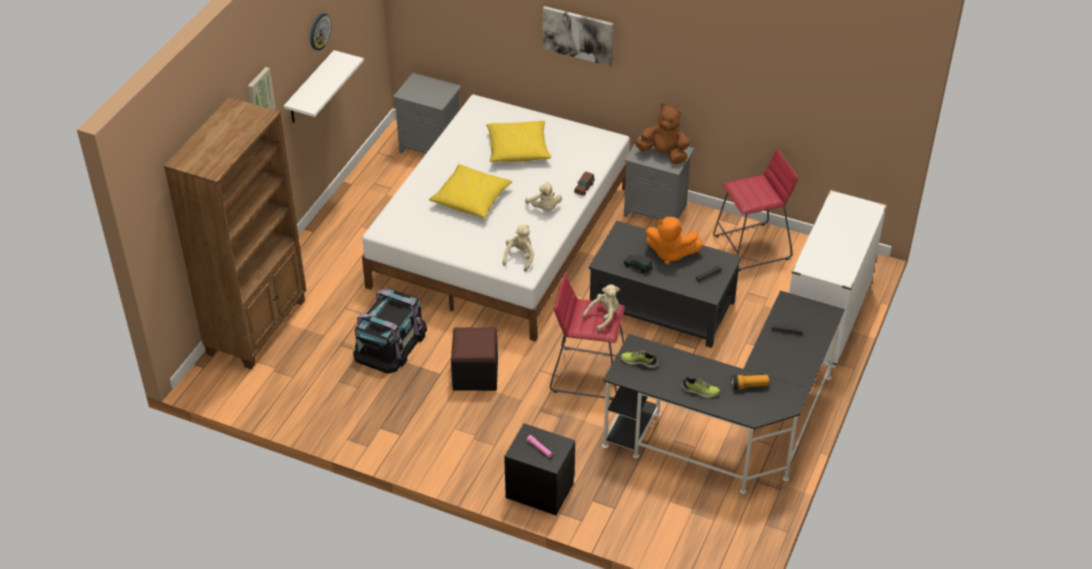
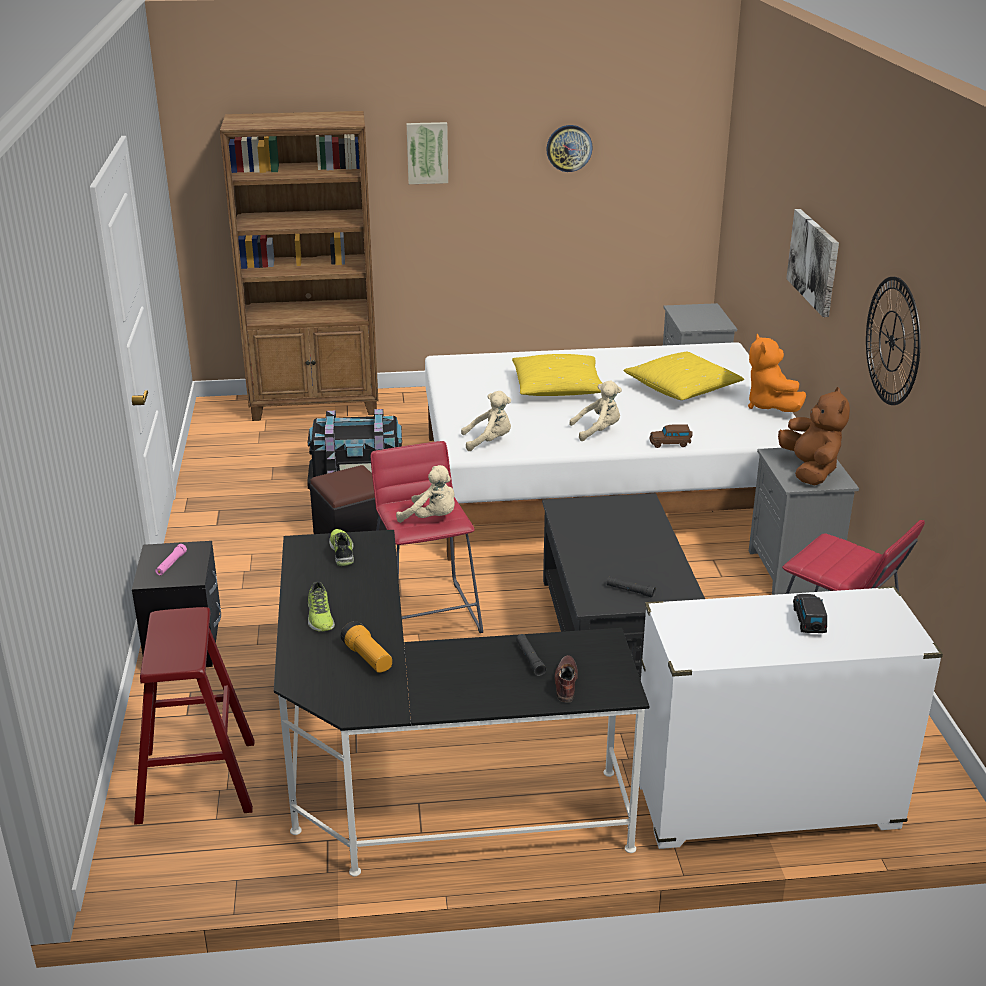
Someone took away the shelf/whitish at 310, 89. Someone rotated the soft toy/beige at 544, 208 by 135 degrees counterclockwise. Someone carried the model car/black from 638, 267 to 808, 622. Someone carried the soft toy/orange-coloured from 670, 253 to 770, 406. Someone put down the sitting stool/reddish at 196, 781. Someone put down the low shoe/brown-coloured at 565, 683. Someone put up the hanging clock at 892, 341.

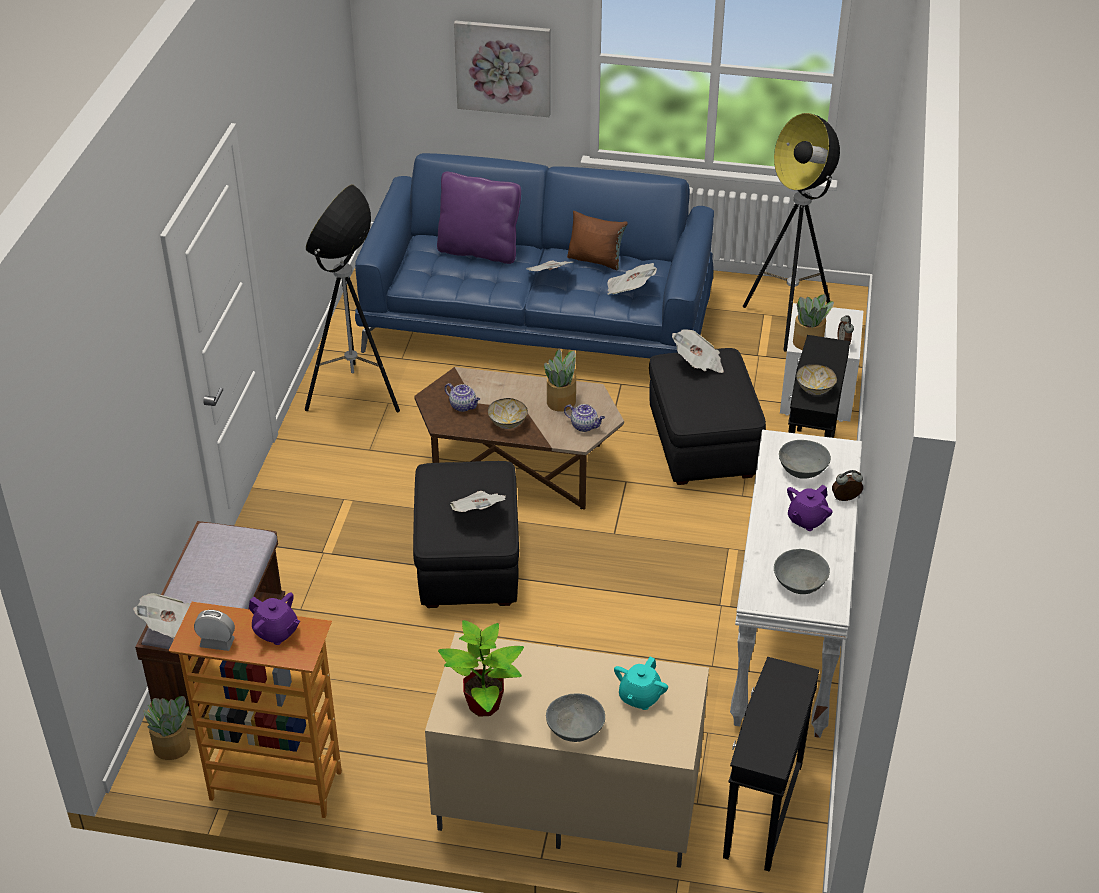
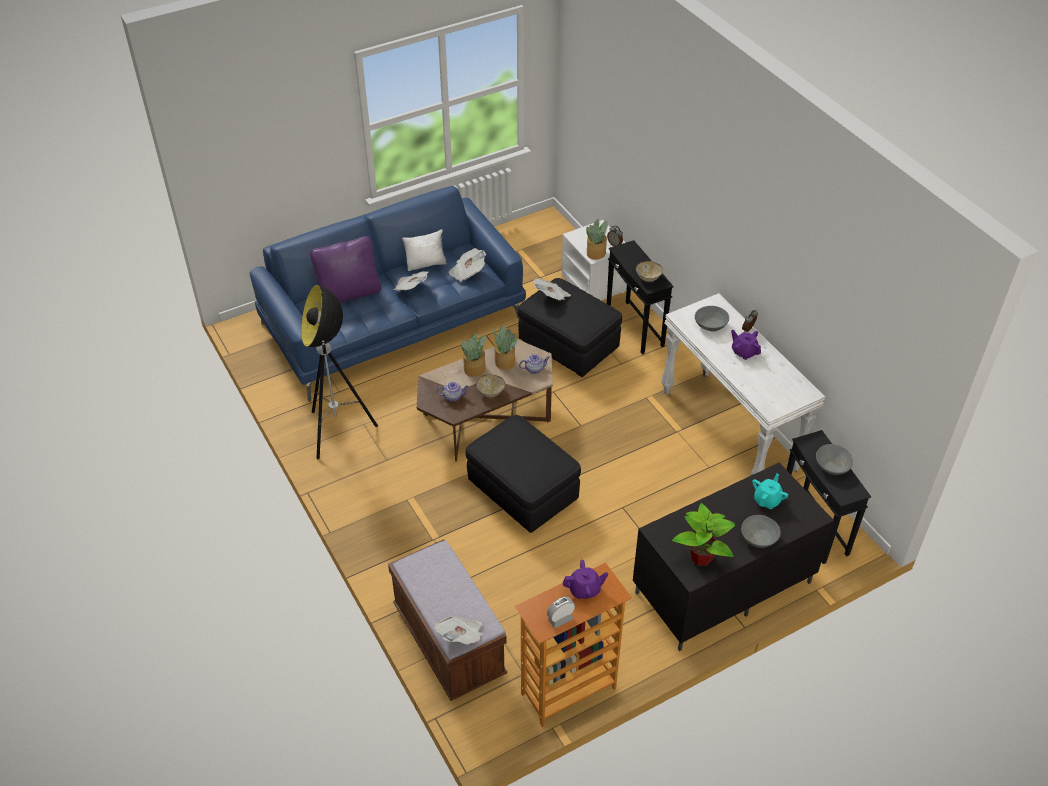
Someone carried the plant in a pot from 172, 747 to 475, 369. Someone repainted the tv stand/beige at 565, 802, which became the tv stand/black at 722, 589. Someone took away the printed paper at 478, 512. Someone took away the picture at 503, 67. Someone repainted the cushion/brown-coloured at 596, 260, which became the cushion/whitish at 426, 264. Someone rotated the pot for tea/turquoise at 639, 697 by 135 degrees counterclockwise. Someone took away the standing lamp at 789, 321. Someone carried the bowl/gray from 799, 582 to 831, 466. Someone rotated the pot for tea/purplish at 806, 520 by 135 degrees clockwise.

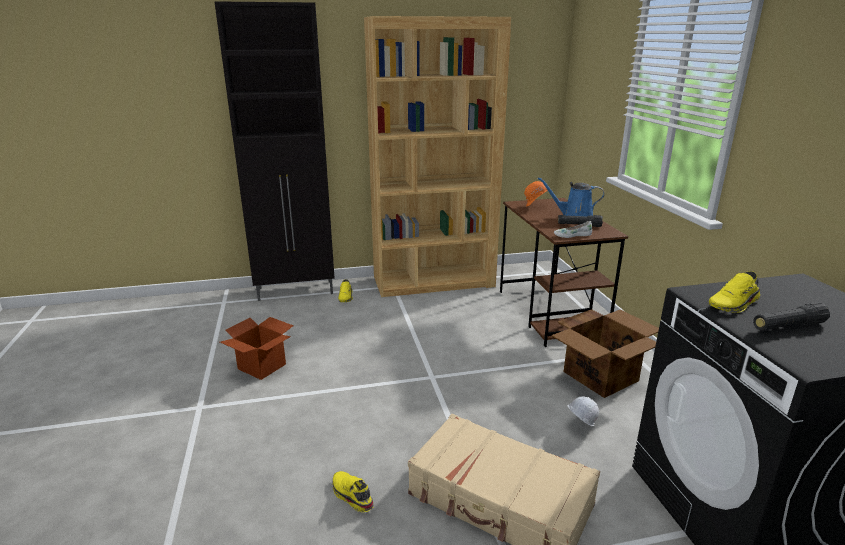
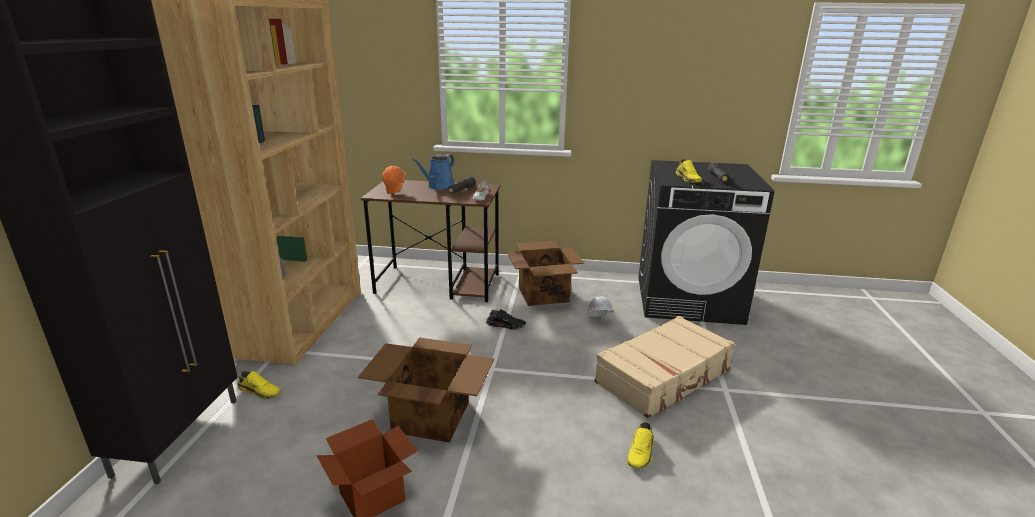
Someone rotated the low shoe/yellowish at 351, 496 by 45 degrees counterclockwise. Someone put down the cardboard box at 430, 416. Someone put down the low shoe/black at 506, 325.

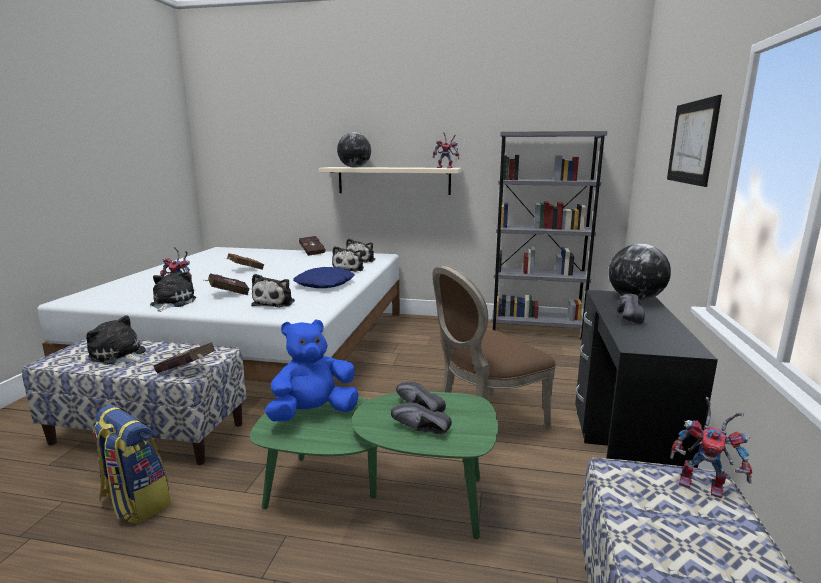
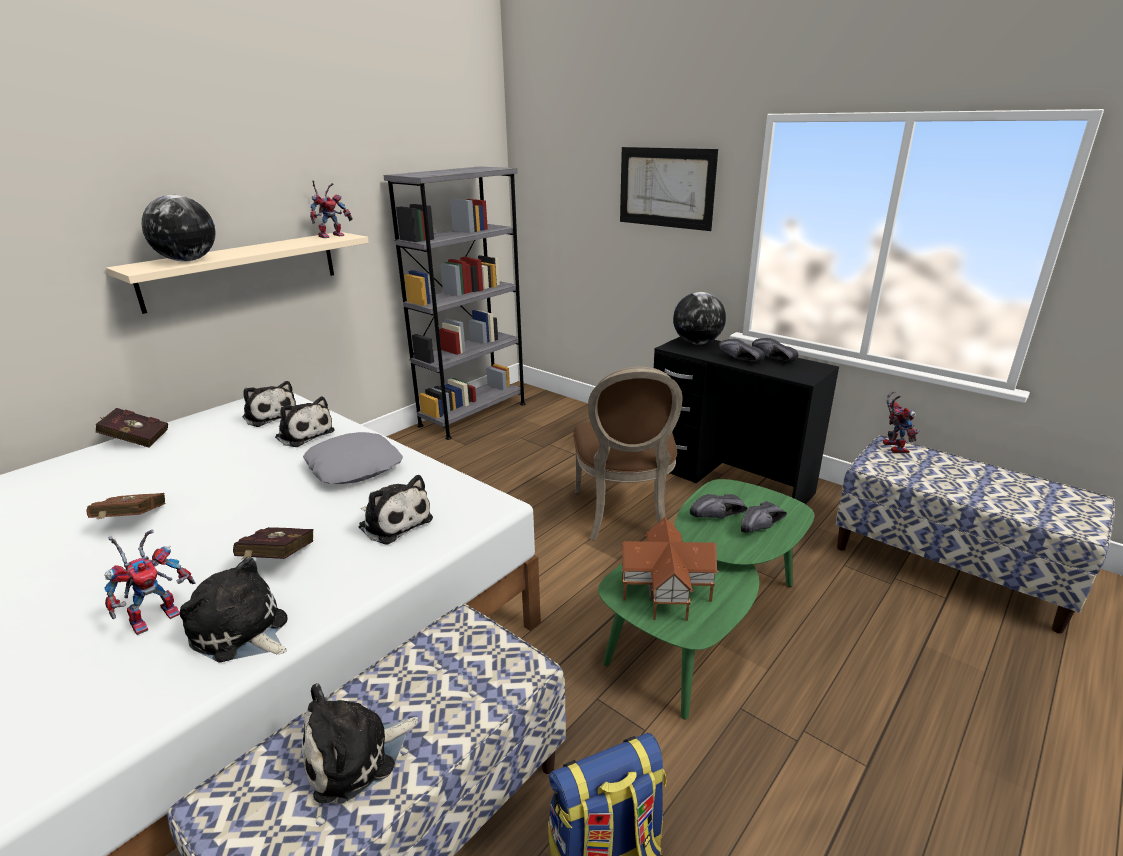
Someone took away the volume/reddish at 188, 371. Someone swapped the soft toy/blue at 313, 413 for the model house at 664, 589. Someone repainted the cushion/blue at 325, 284, which became the cushion/gray at 355, 467. Someone rotated the model robot at 705, 485 by 60 degrees counterclockwise. Someone put down the low shoe/black at 772, 359.

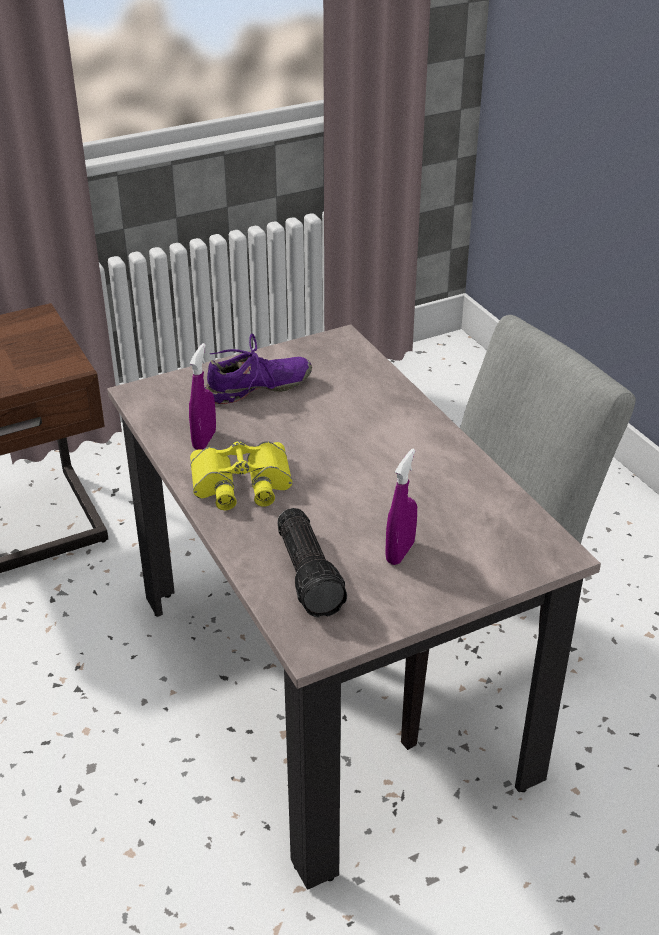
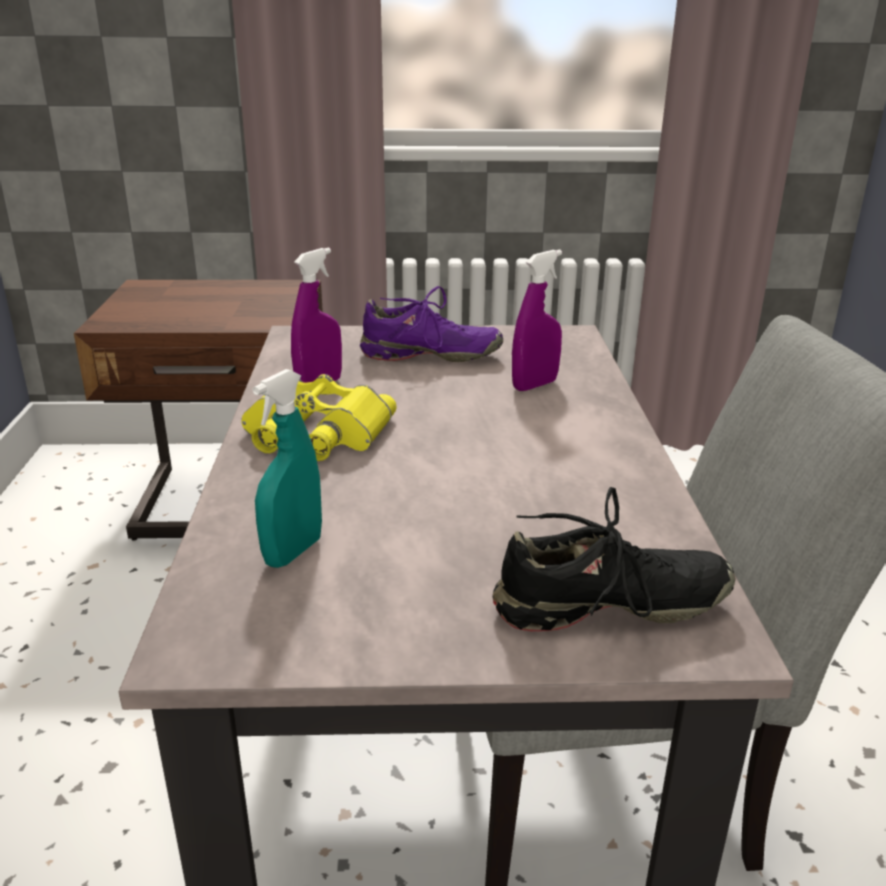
Someone swapped the hand torch at 310, 574 for the hand sprayer/turquoise at 293, 552. Someone carried the hand sprayer/purplish from 400, 552 to 534, 385. Someone put down the low shoe/black at 610, 607.

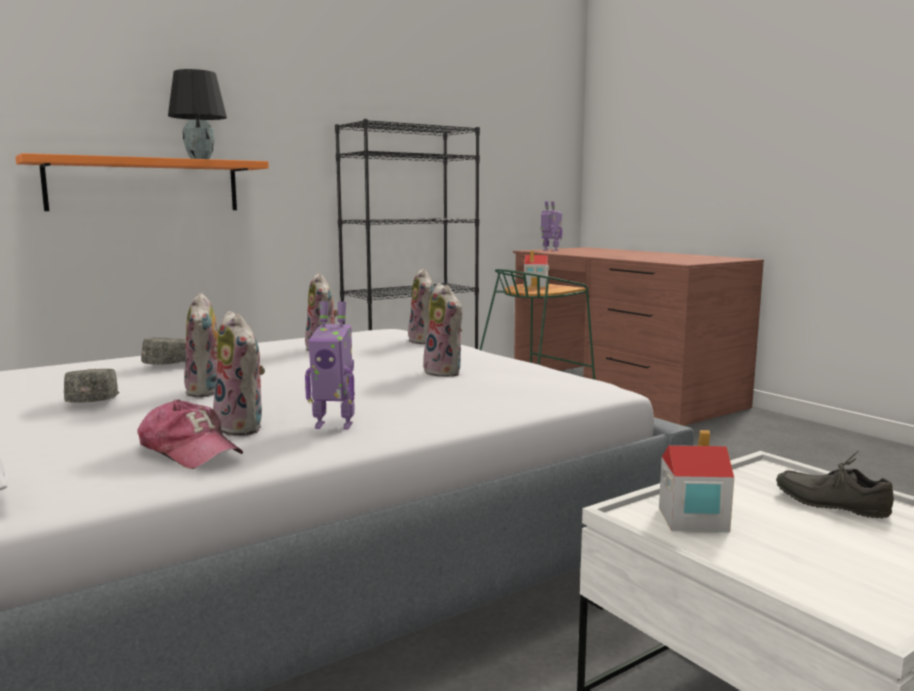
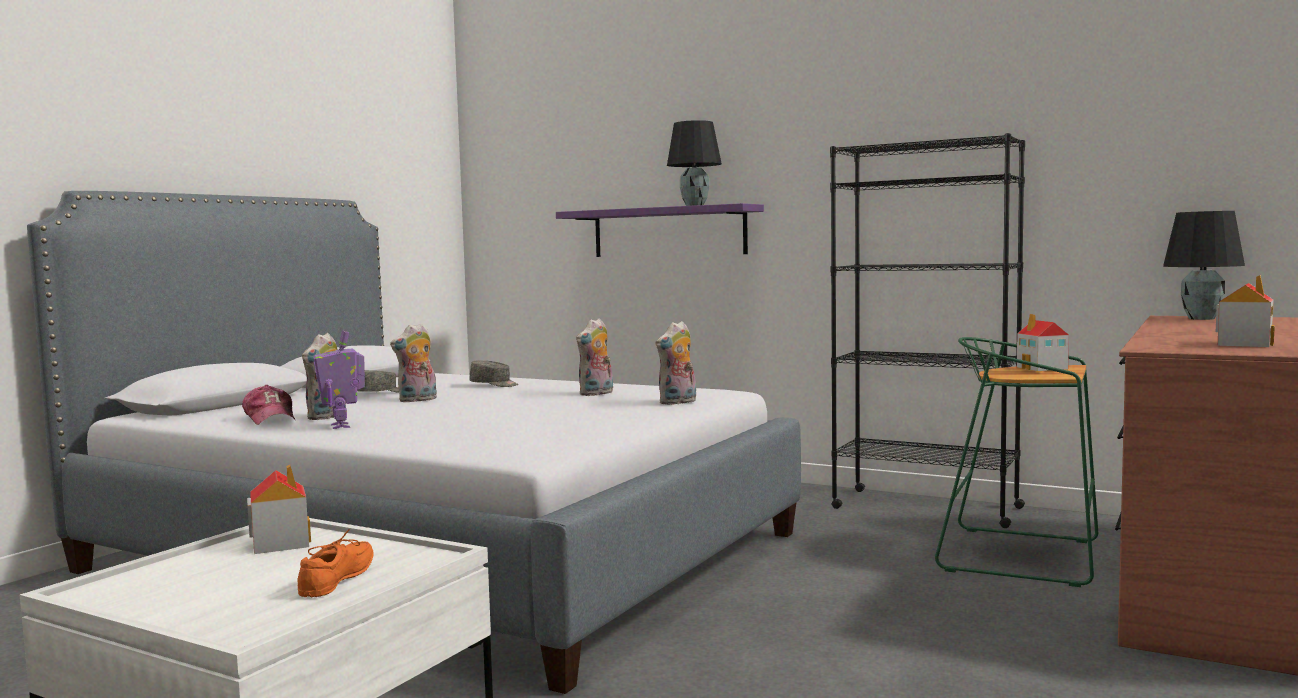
Someone repainted the shelf/orange-coloured at 145, 185, which became the shelf/purplish at 668, 232. Someone rotated the peaked cap at 190, 451 by 45 degrees counterclockwise. Someone took away the soft toy at 446, 373. Someone swapped the model robot at 550, 250 for the table lamp/black at 1200, 318. Someone repainted the low shoe/gray at 831, 502, which became the low shoe/orange-coloured at 341, 580. Someone put down the model house at 1244, 344.

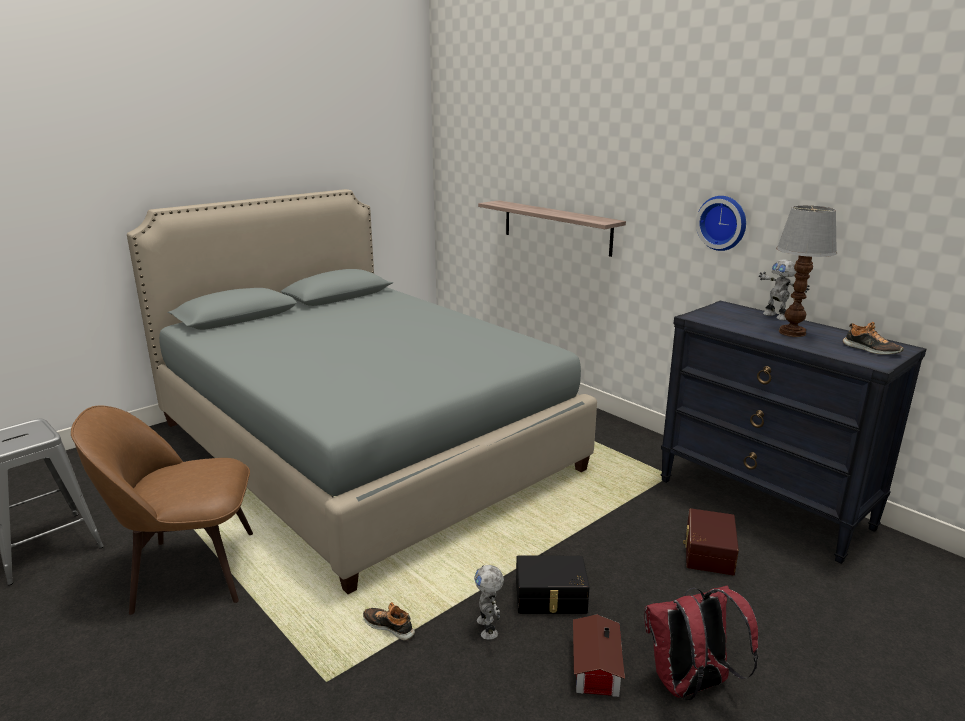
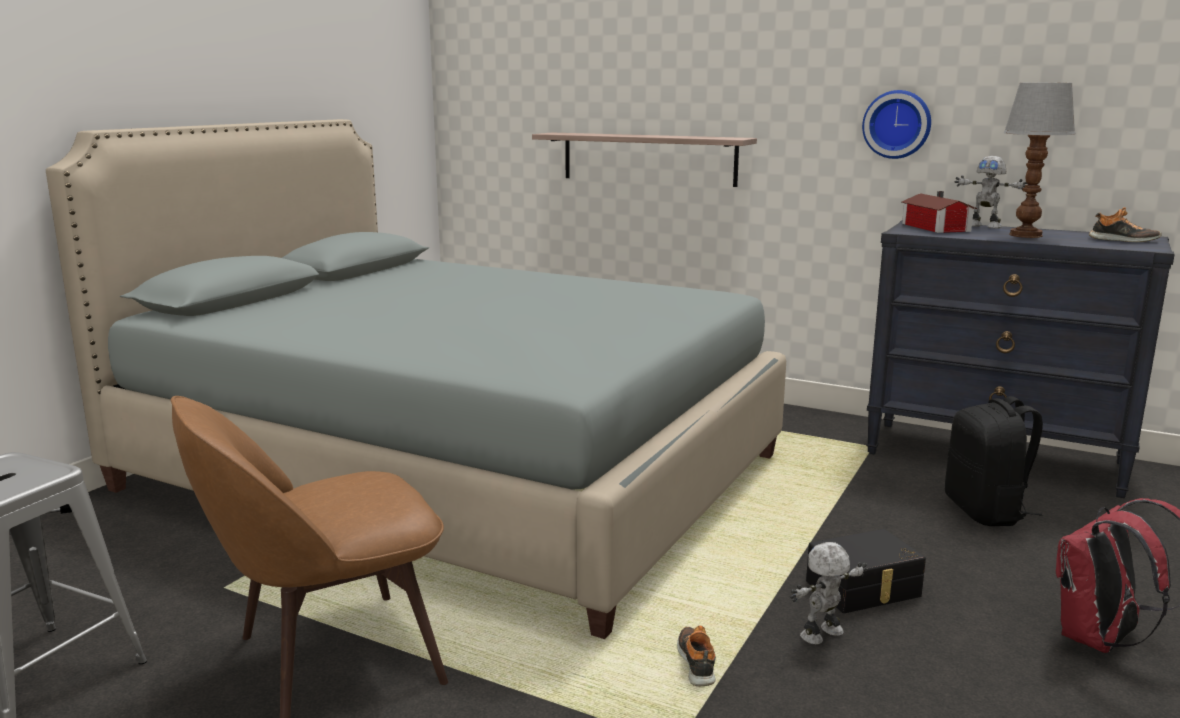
Someone rotated the low shoe at 389, 626 by 75 degrees clockwise. Someone rotated the model robot at 488, 627 by 90 degrees clockwise. Someone carried the model house from 594, 668 to 935, 228. Someone swapped the storage bin/brown-coloured at 707, 552 for the backpack/black at 986, 512.

